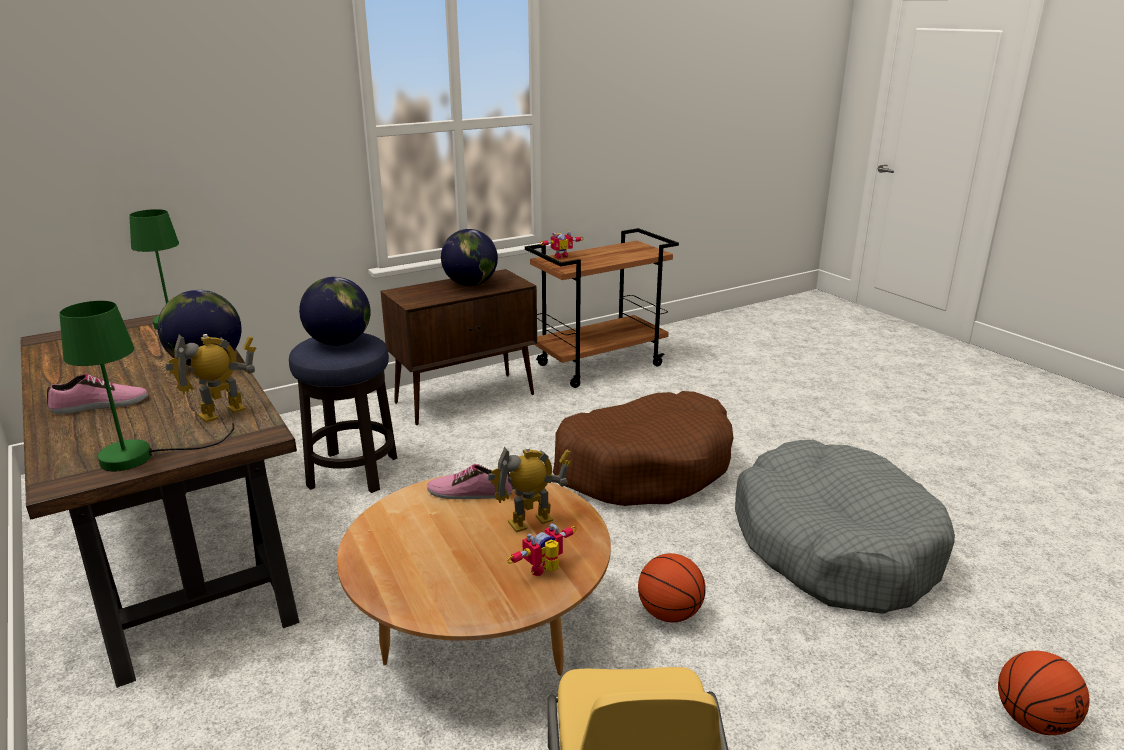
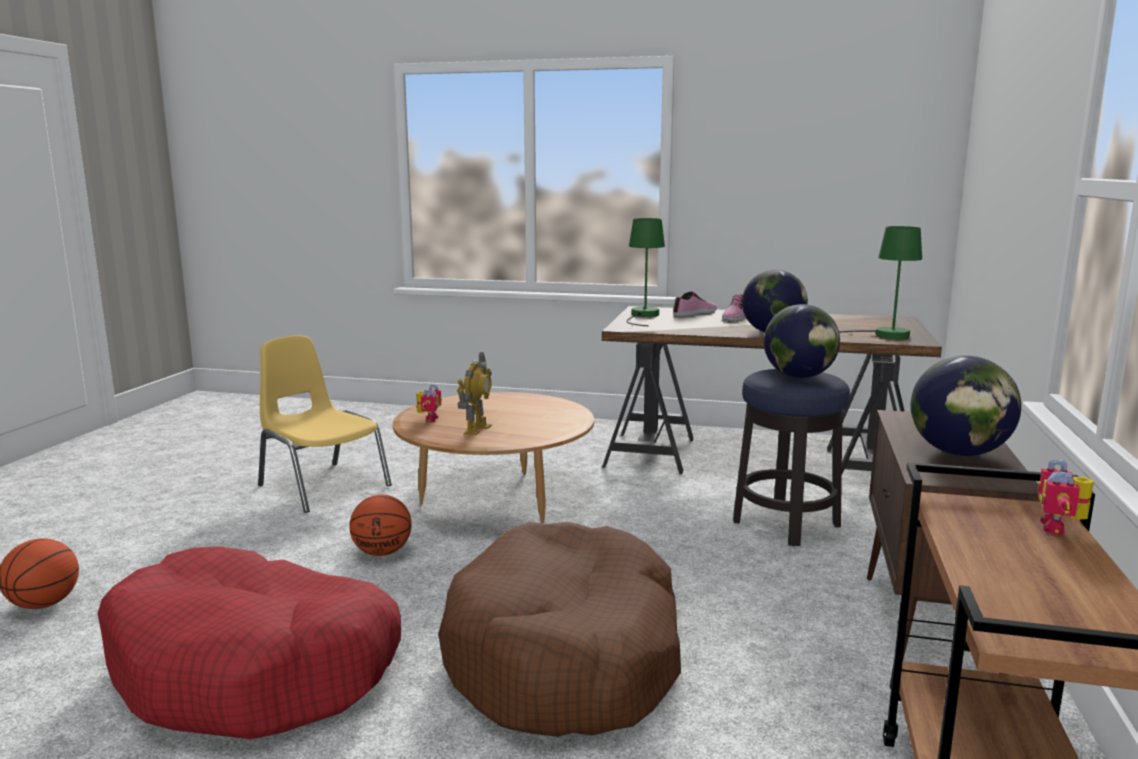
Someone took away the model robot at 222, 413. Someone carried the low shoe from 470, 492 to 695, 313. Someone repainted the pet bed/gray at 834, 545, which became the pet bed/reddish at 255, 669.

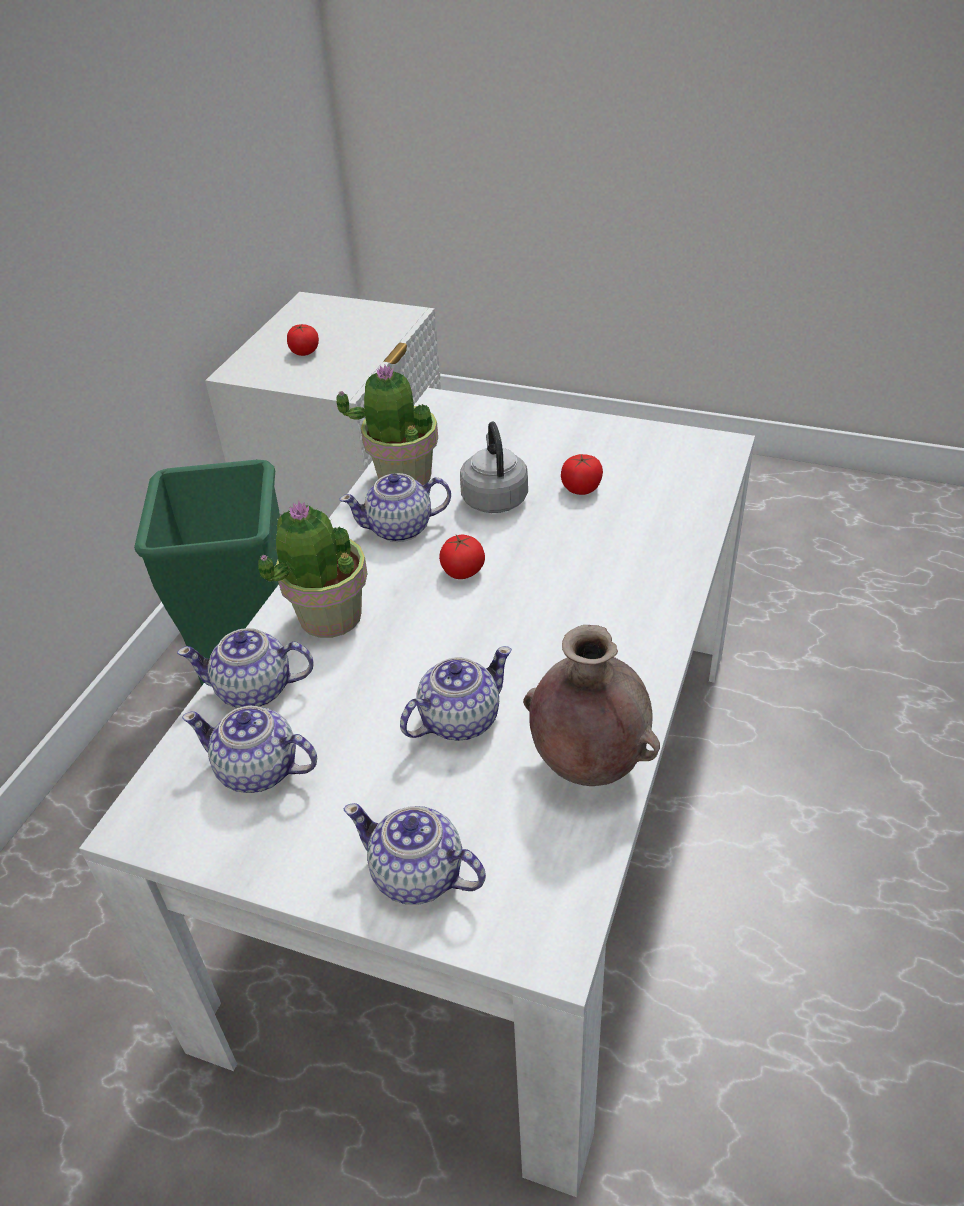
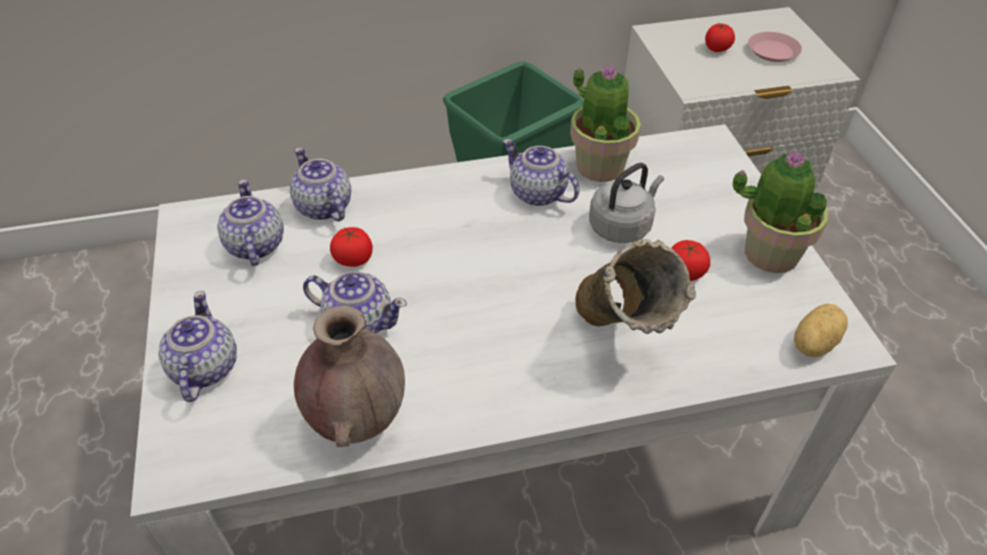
Someone carried the plant in a pot from 329, 617 to 770, 253. Someone carried the tomato from 462, 572 to 353, 259. Someone put down the vase/beige at 620, 341. Someone put down the dinner plate/pink-coloured at 773, 51. Someone put down the whole potato at 812, 343.

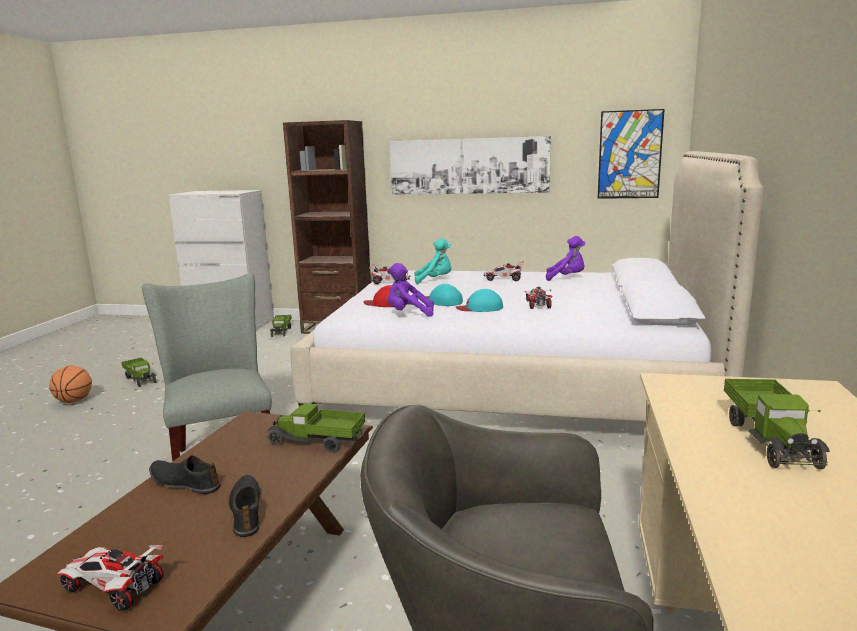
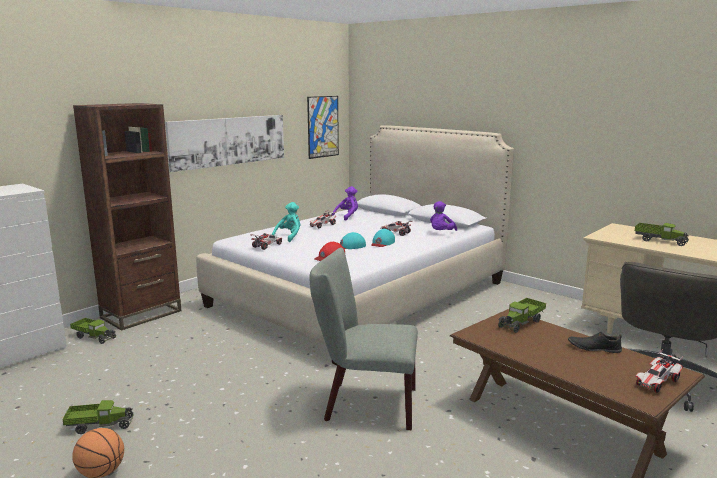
Someone took away the low shoe/black at 184, 482. Someone carried the soft toy/purplish from 408, 314 to 441, 233.

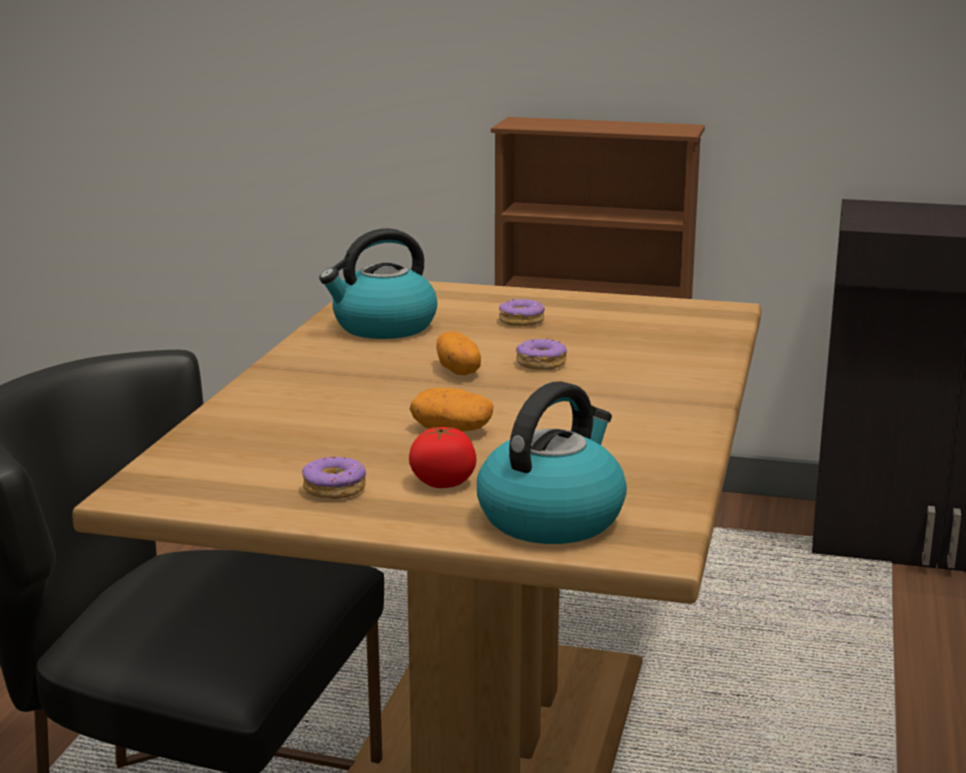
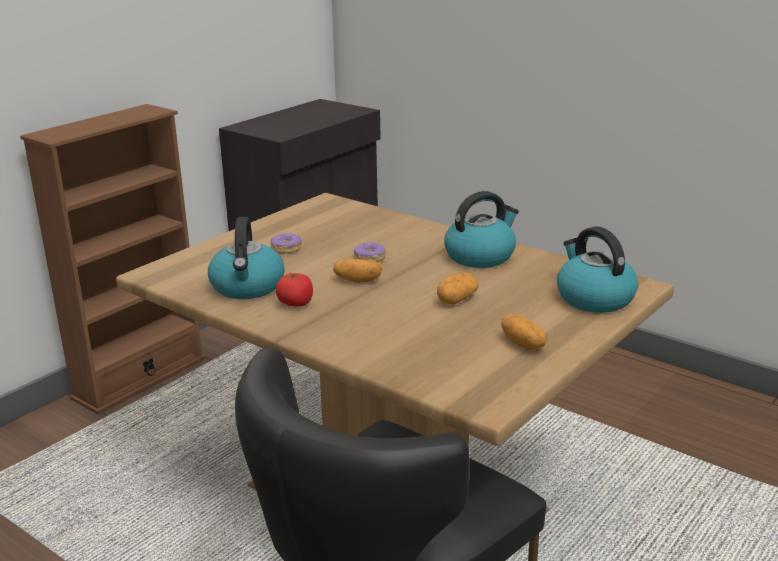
Someone swapped the doughnut at 335, 489 for the whole potato at 523, 344. Someone carried the tomato from 443, 482 to 295, 303. Someone put down the water kettle at 480, 256.

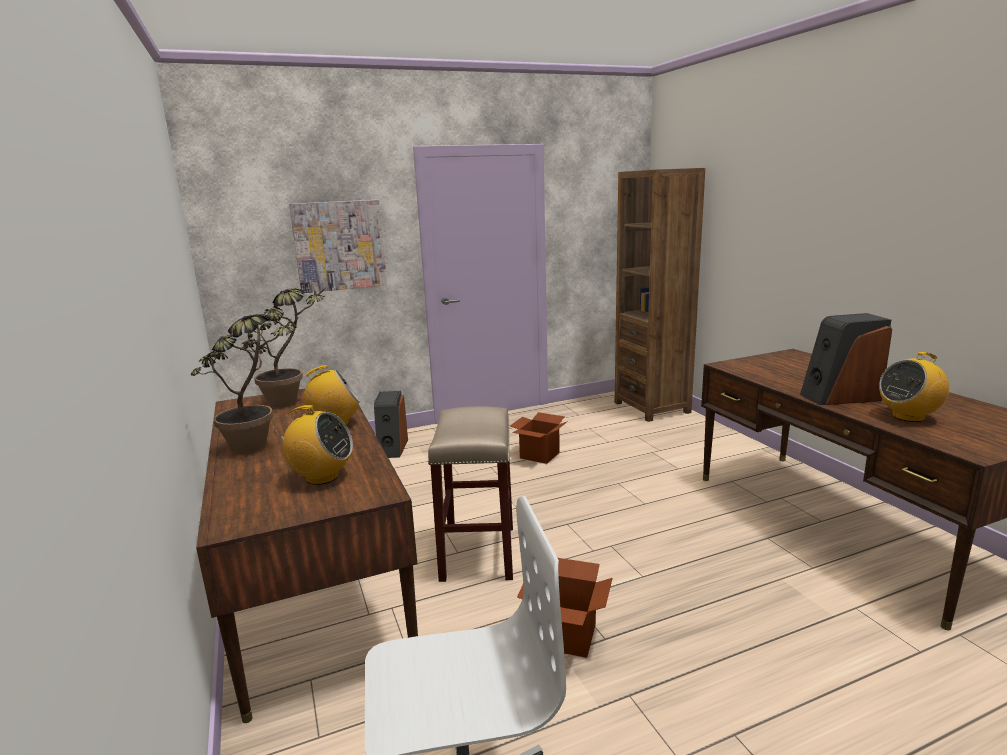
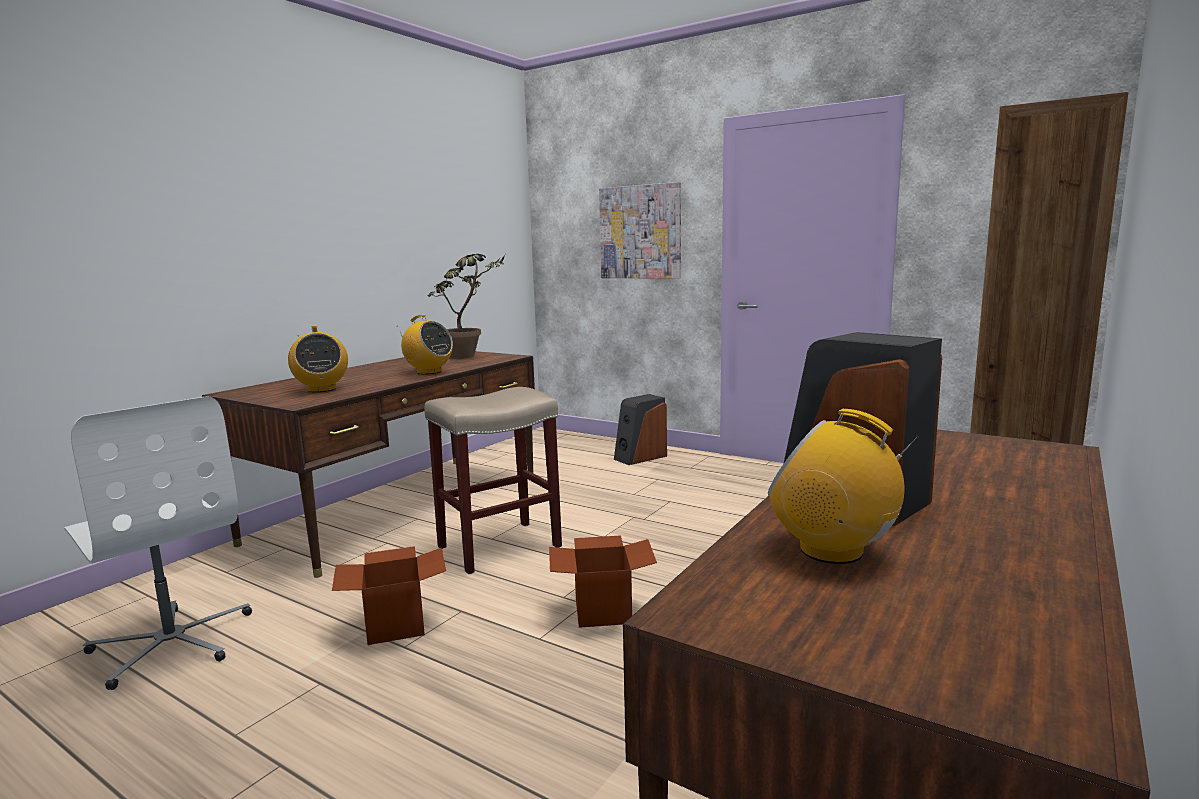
Someone took away the plant in a pot at 260, 447. Someone carried the cardboard box from 540, 455 to 603, 611.

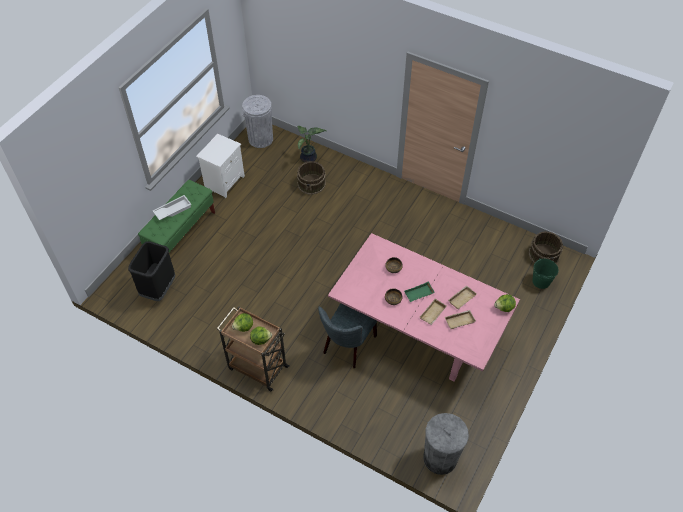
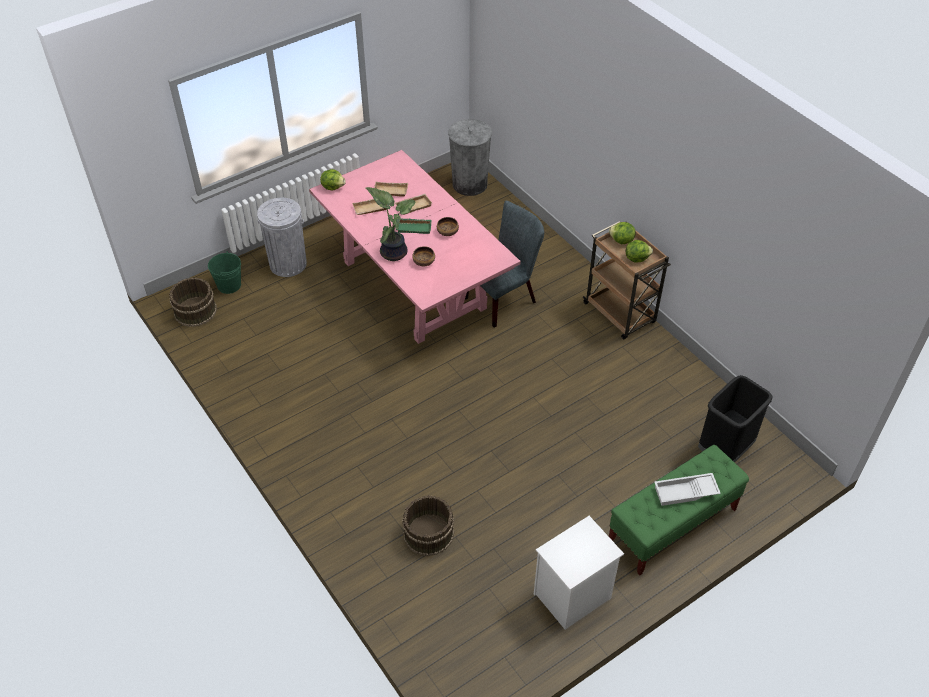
Someone carried the waste bin/gray from 260, 139 to 288, 264. Someone carried the plant in a pot from 309, 159 to 393, 252.

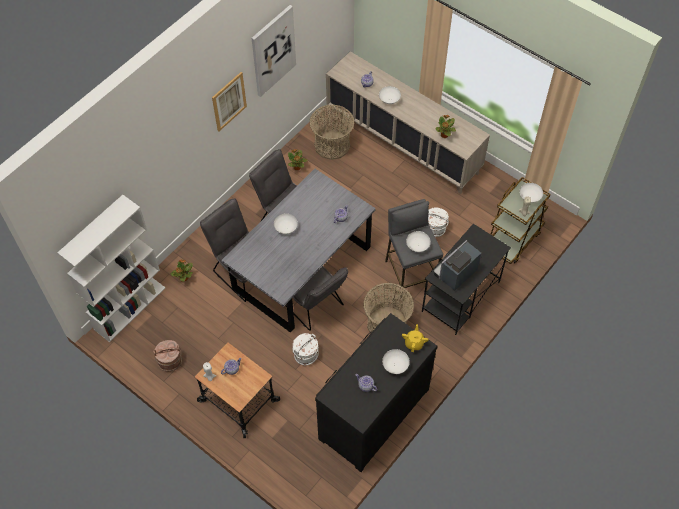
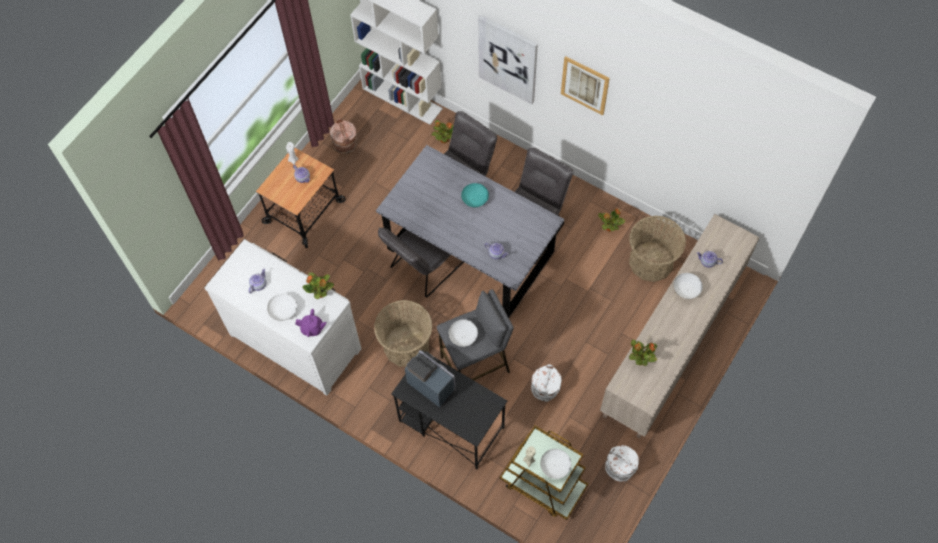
Someone carried the picture from 273, 51 to 508, 59. Someone repainted the bowl/whitish at 286, 228, which became the bowl/turquoise at 474, 200. Someone carried the pail/whitish from 306, 354 to 620, 467. Someone repainted the drawer chest/black at 372, 413, which became the drawer chest/whitish at 296, 339. Someone repainted the pot for tea/yellowish at 414, 343, which became the pot for tea/purplish at 312, 328. Someone put down the plant in a pot at 321, 293.

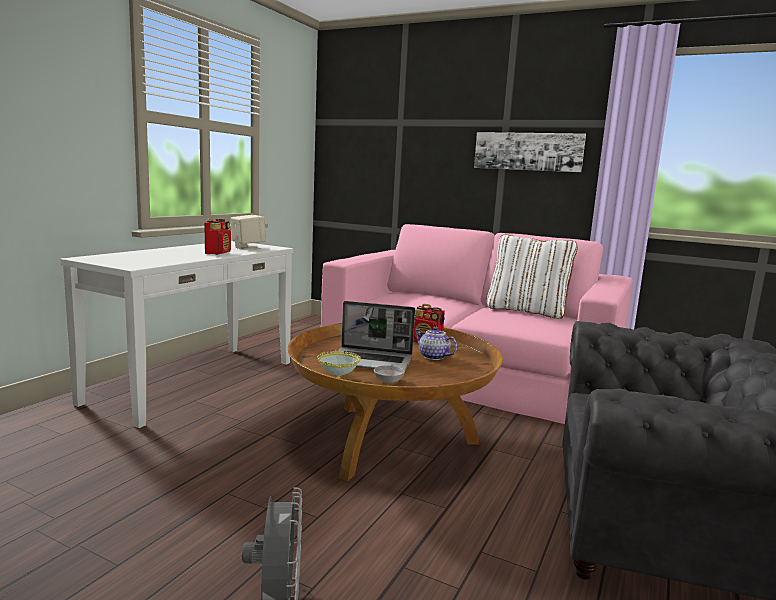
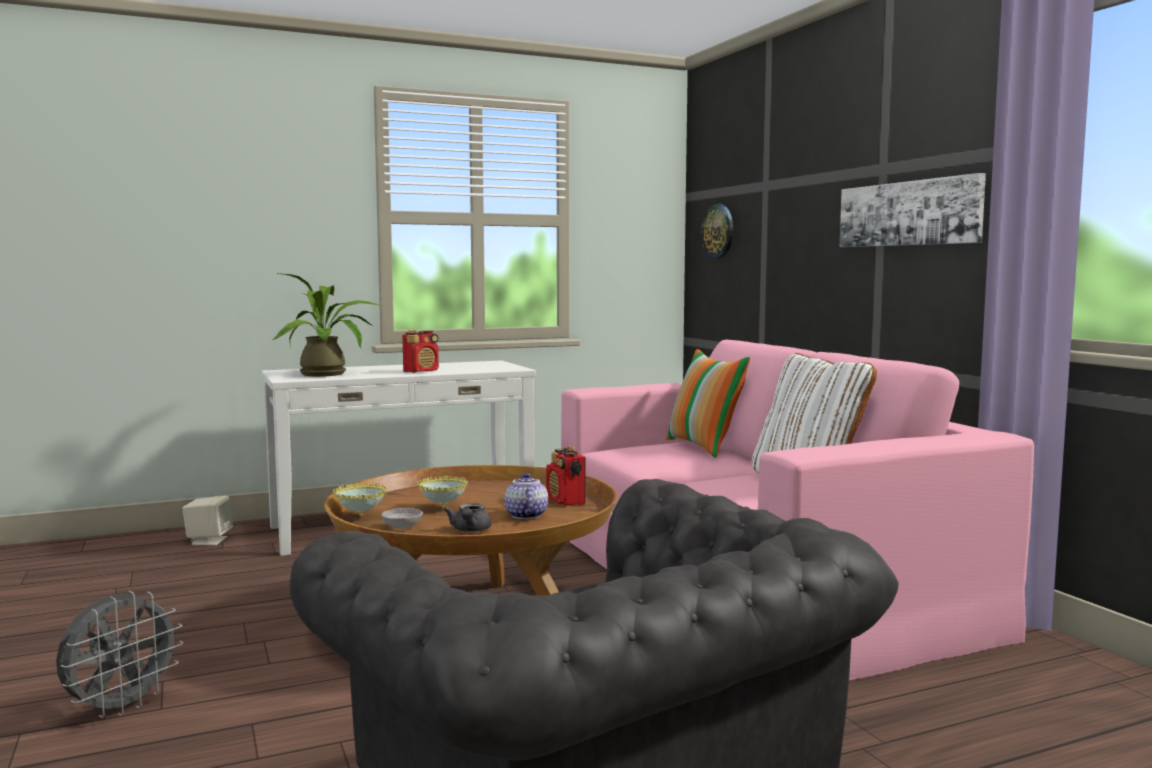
Someone carried the speaker/beige from 247, 247 to 209, 541. Someone swapped the notebook computer at 372, 361 for the bowl at 443, 508. Someone put down the plant in a pot at 329, 374. Someone put down the pot for tea/gray at 469, 530. Someone put down the cushion at 704, 447. Someone put up the hanging clock at 718, 231.

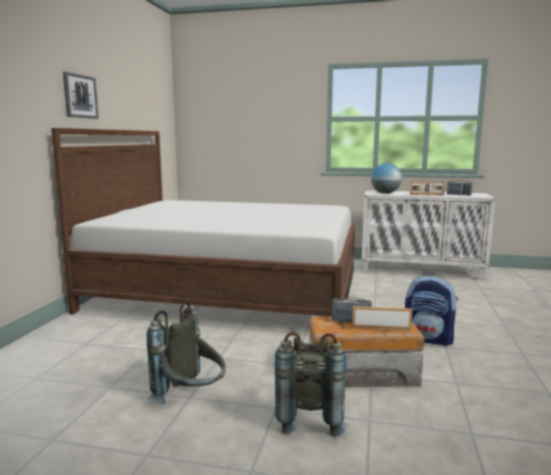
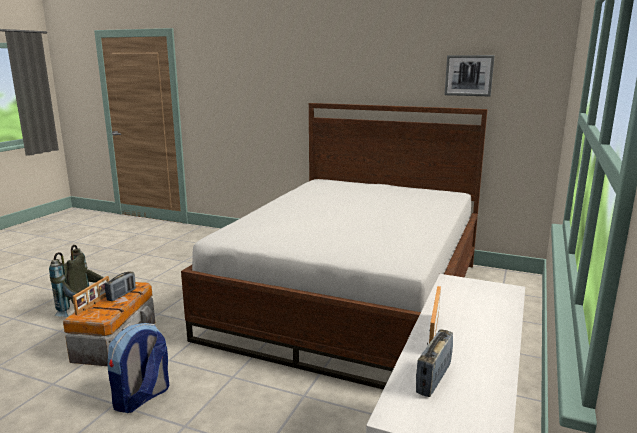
Someone carried the picture from 80, 96 to 469, 75. Someone took away the backpack/gray at 191, 400. Someone took away the world globe at 385, 193.

